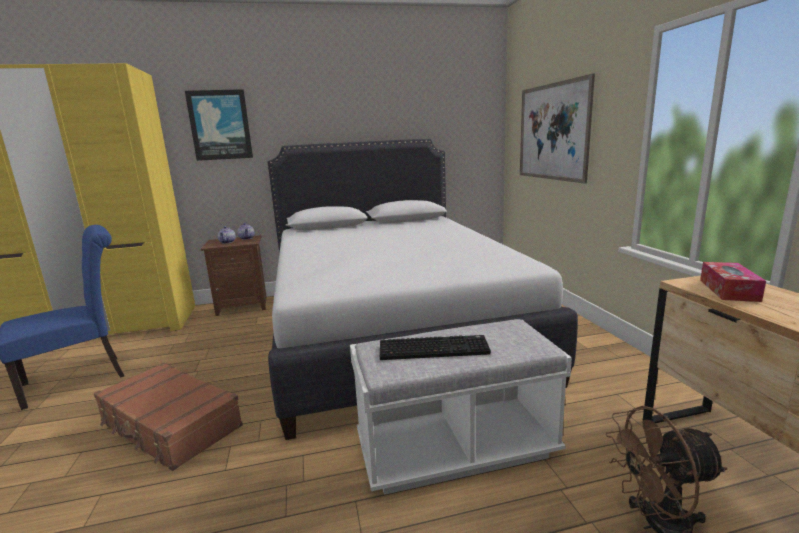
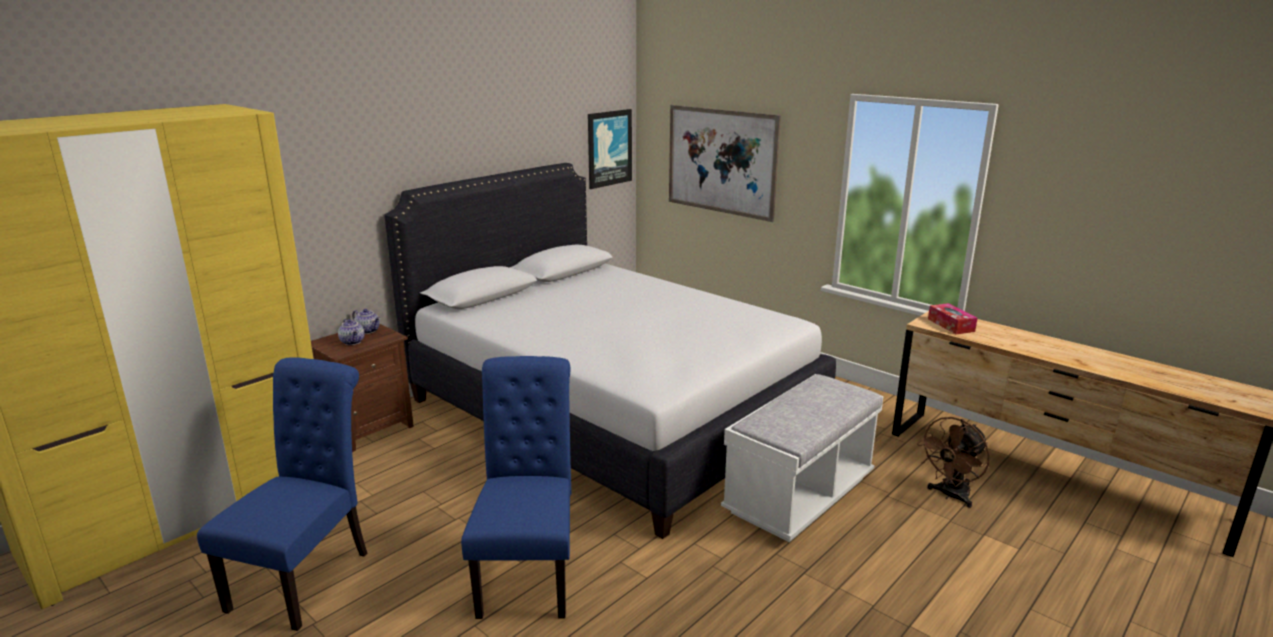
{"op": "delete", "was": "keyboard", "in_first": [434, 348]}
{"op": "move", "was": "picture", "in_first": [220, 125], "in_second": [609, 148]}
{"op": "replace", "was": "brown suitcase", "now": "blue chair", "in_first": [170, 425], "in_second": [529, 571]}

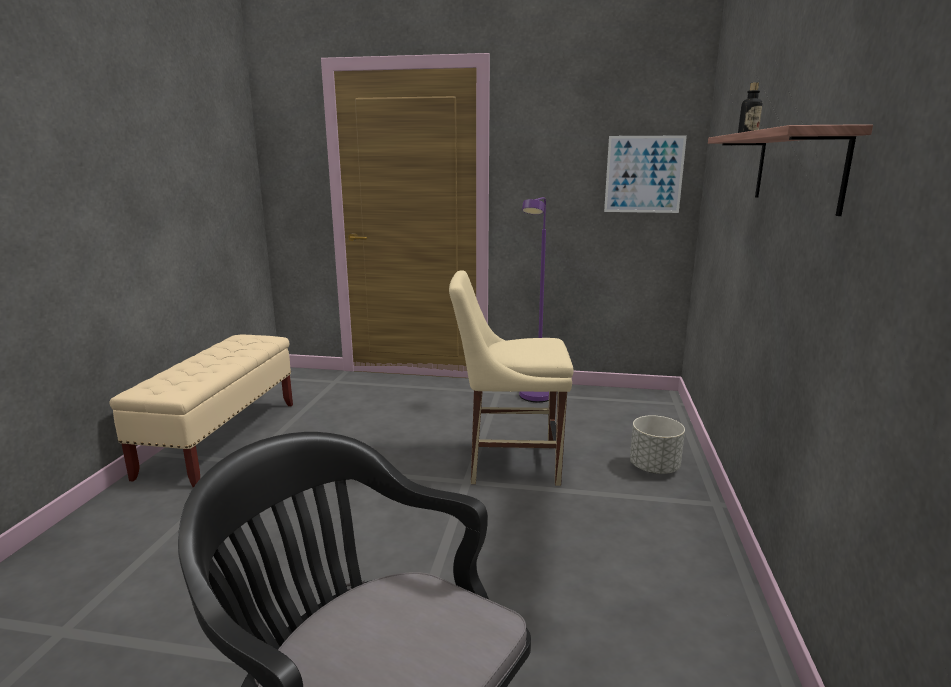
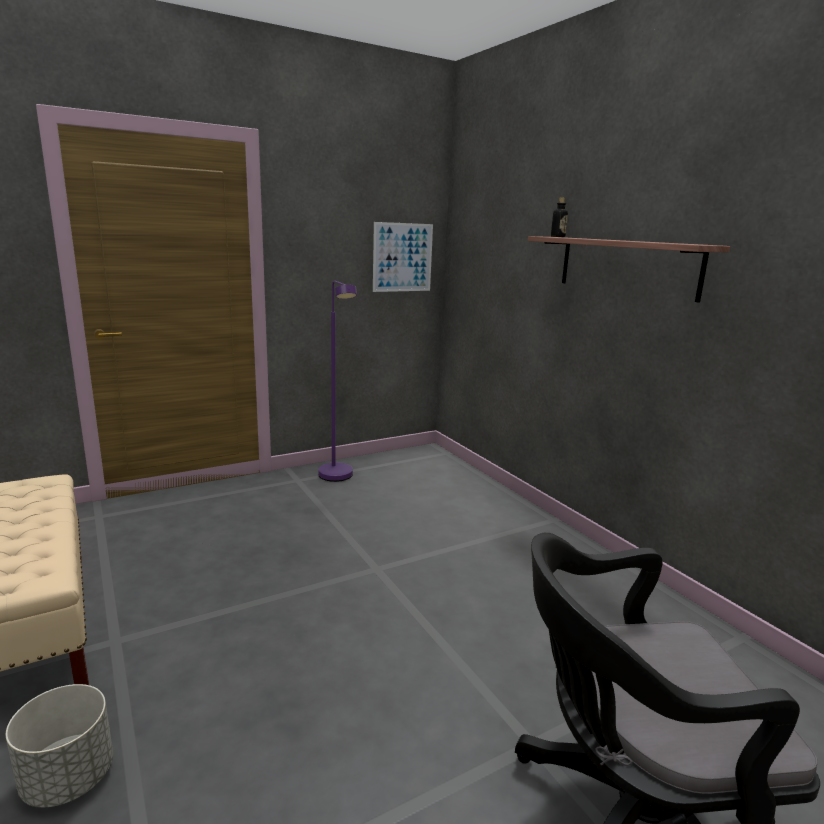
{"op": "delete", "was": "beige chair", "in_first": [508, 463]}
{"op": "move", "was": "grey planter", "in_first": [654, 468], "in_second": [67, 779]}

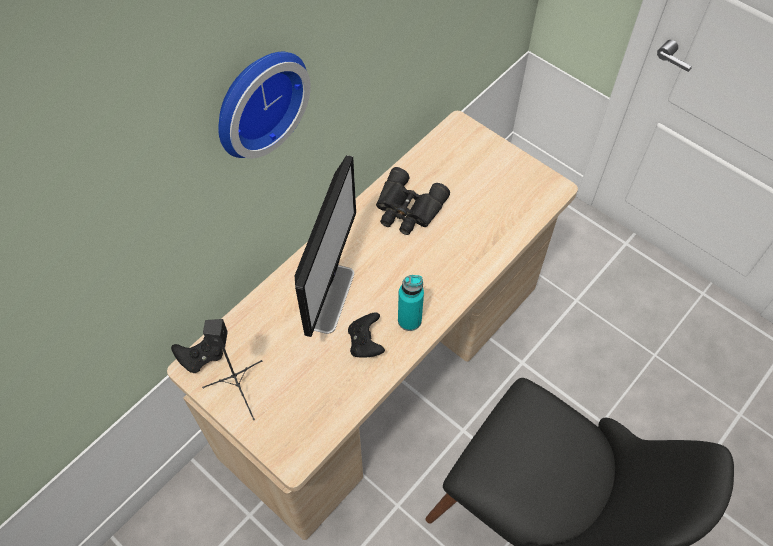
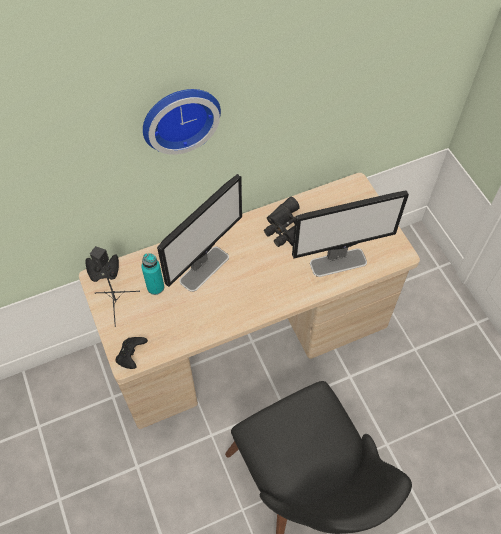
{"op": "insert", "now": "monitor", "in_second": [339, 262]}
{"op": "move", "was": "black game controller", "in_first": [366, 343], "in_second": [132, 356]}
{"op": "move", "was": "turquoise bottle", "in_first": [409, 320], "in_second": [155, 287]}

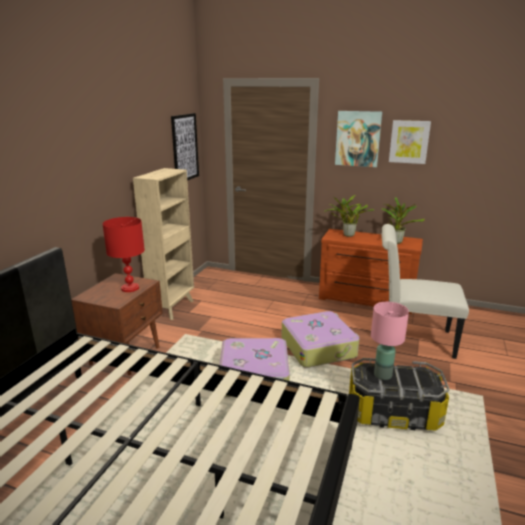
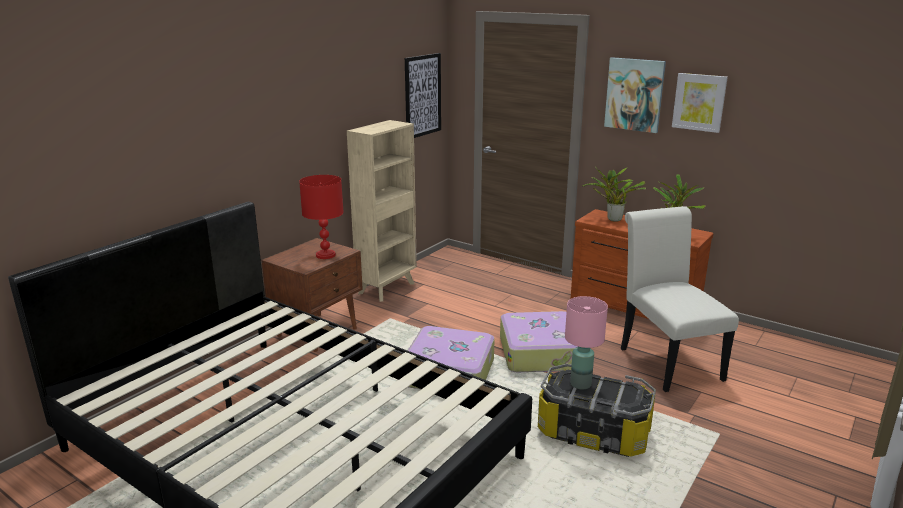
{"op": "rotate", "was": "white chair", "in_first": [411, 339], "in_second": [666, 360], "clockwise": 45}

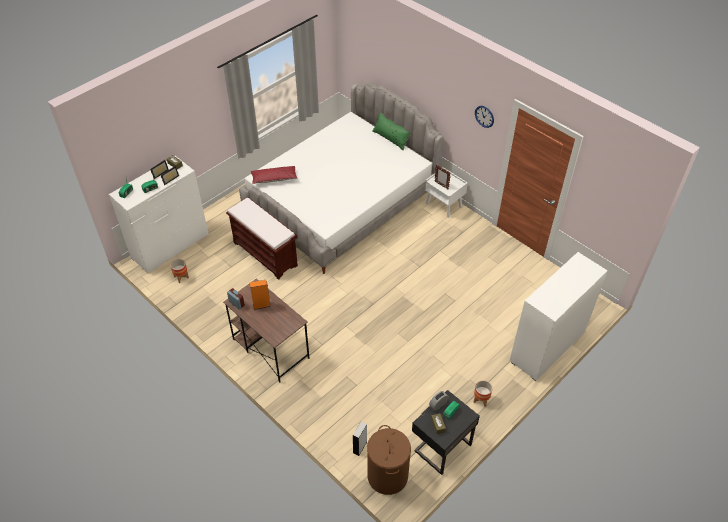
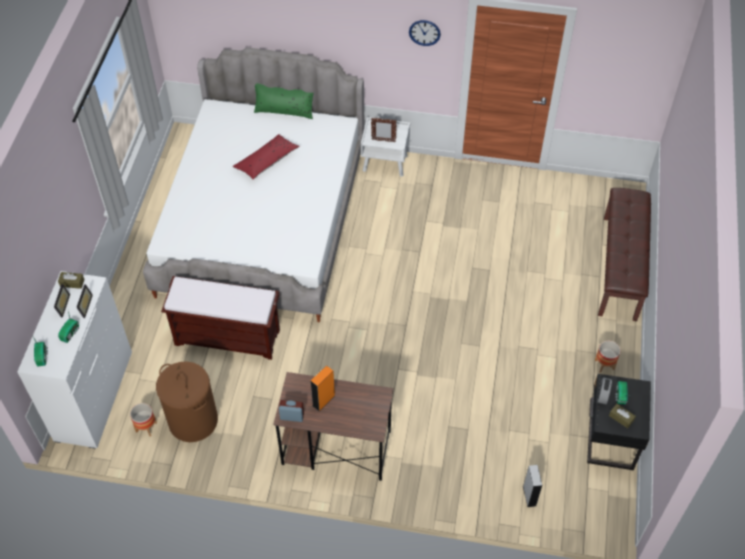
{"op": "move", "was": "red pillow", "in_first": [274, 178], "in_second": [266, 161]}
{"op": "move", "was": "brown laundry basket", "in_first": [387, 475], "in_second": [192, 420]}
{"op": "replace", "was": "white dresser", "now": "brown bench", "in_first": [547, 346], "in_second": [620, 267]}

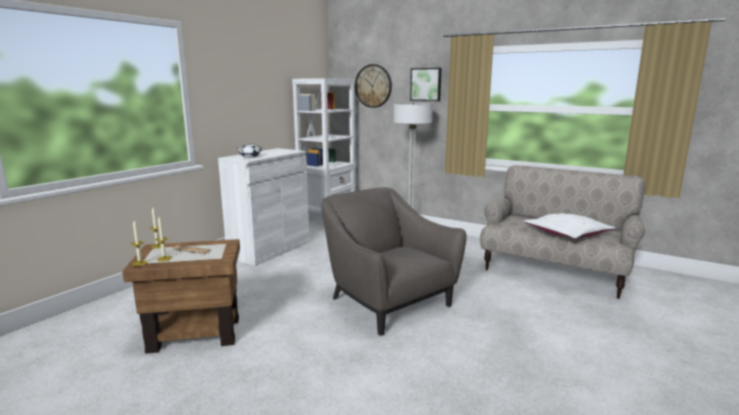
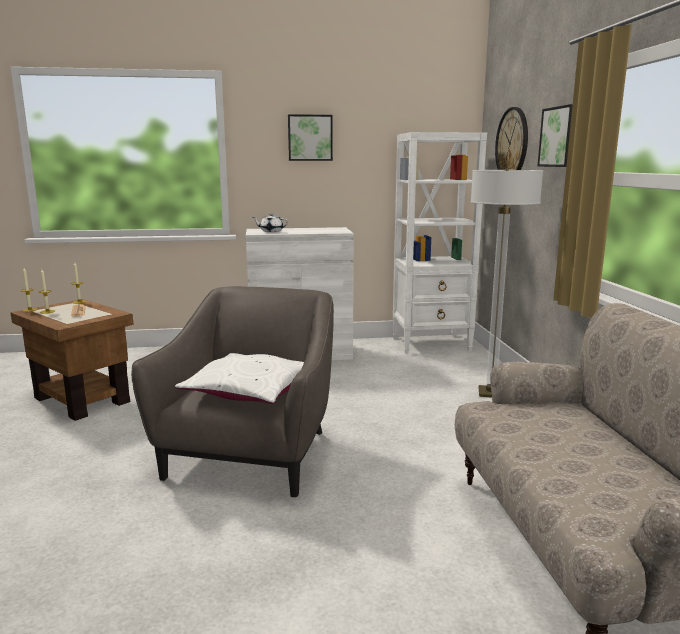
{"op": "insert", "now": "picture", "in_second": [310, 138]}
{"op": "move", "was": "white pillow", "in_first": [567, 233], "in_second": [250, 390]}

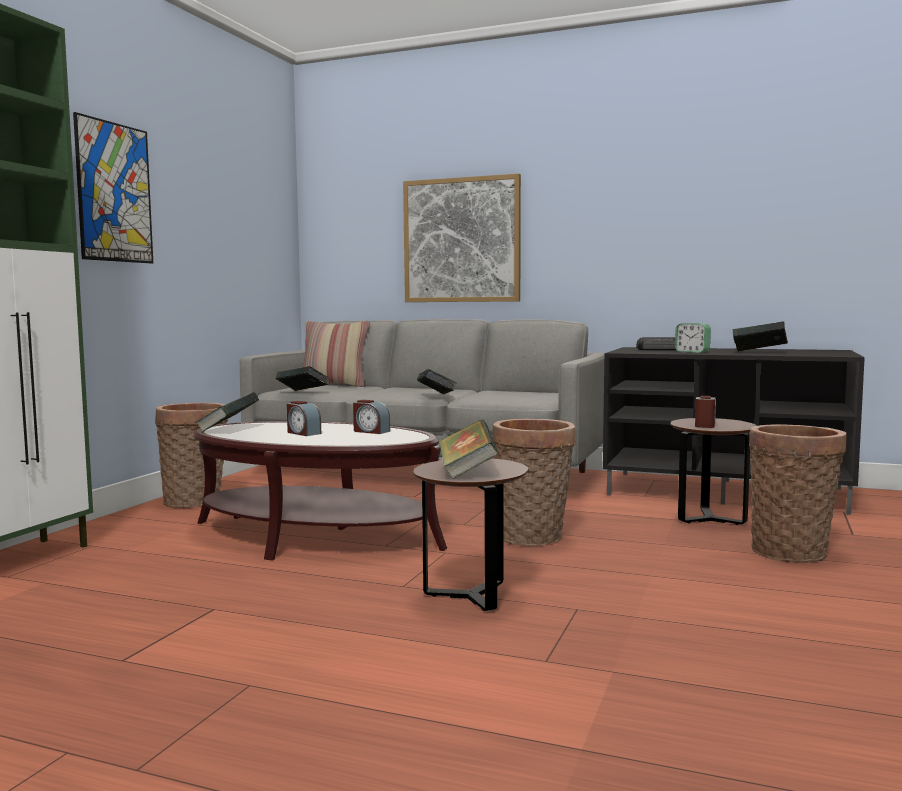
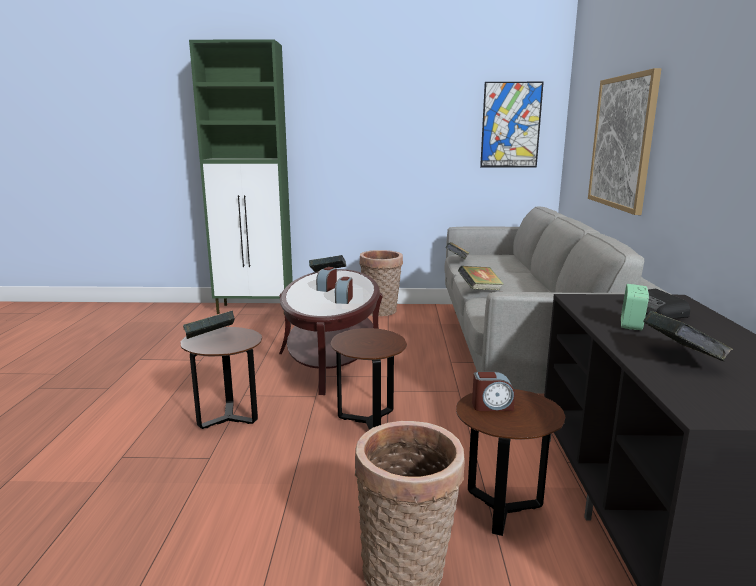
{"op": "delete", "was": "pillow", "in_first": [334, 385]}
{"op": "move", "was": "picture", "in_first": [114, 192], "in_second": [511, 125]}
{"op": "replace", "was": "basket", "now": "brown side table", "in_first": [533, 538], "in_second": [369, 421]}

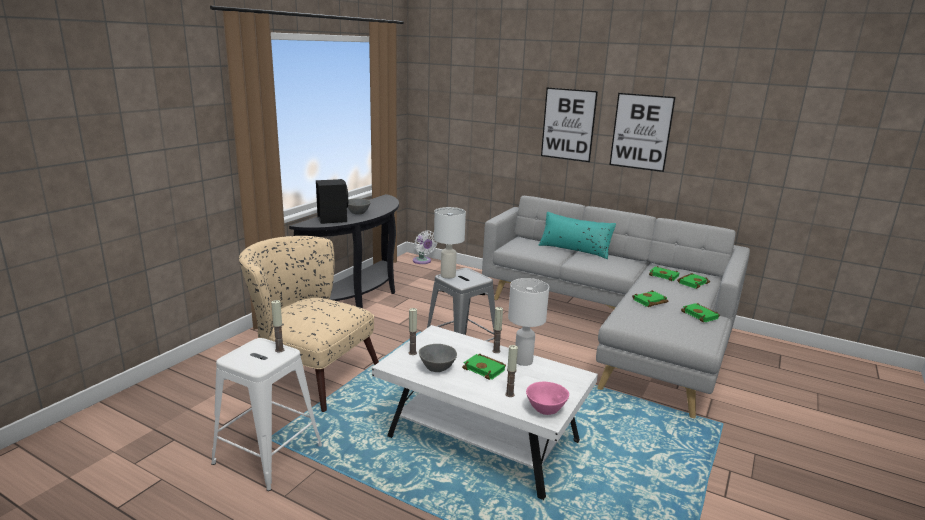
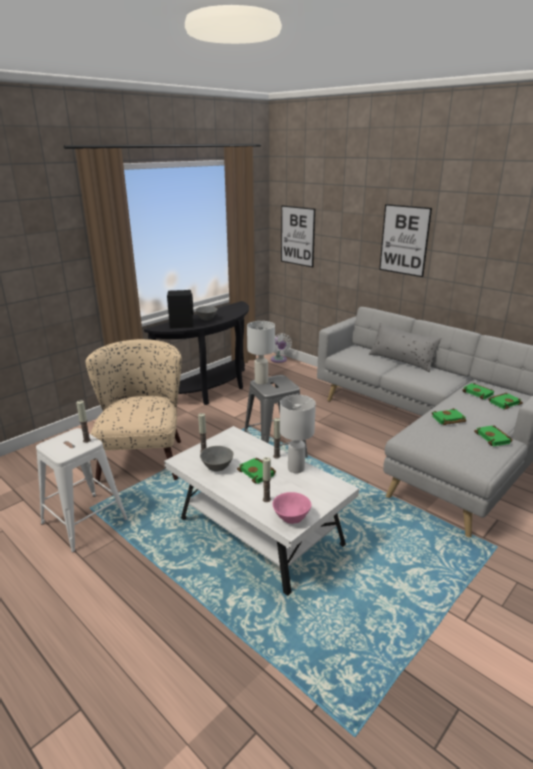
{"op": "move", "was": "picture", "in_first": [641, 132], "in_second": [297, 236]}
{"op": "recolor", "was": "turquoise pillow", "now": "grey pillow", "in_first": [574, 249], "in_second": [402, 360]}
{"op": "rotate", "was": "beige armchair", "in_first": [309, 373], "in_second": [144, 455], "clockwise": 45}

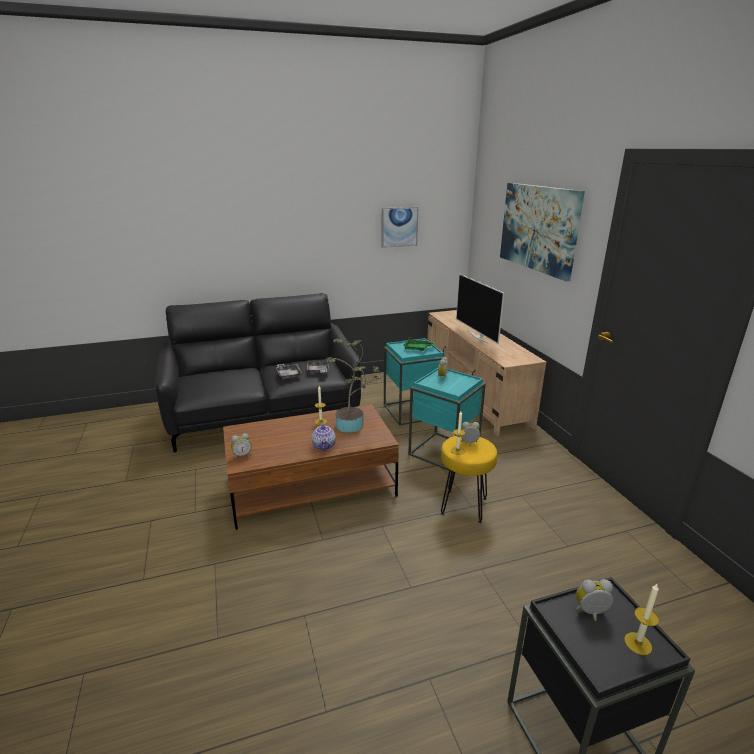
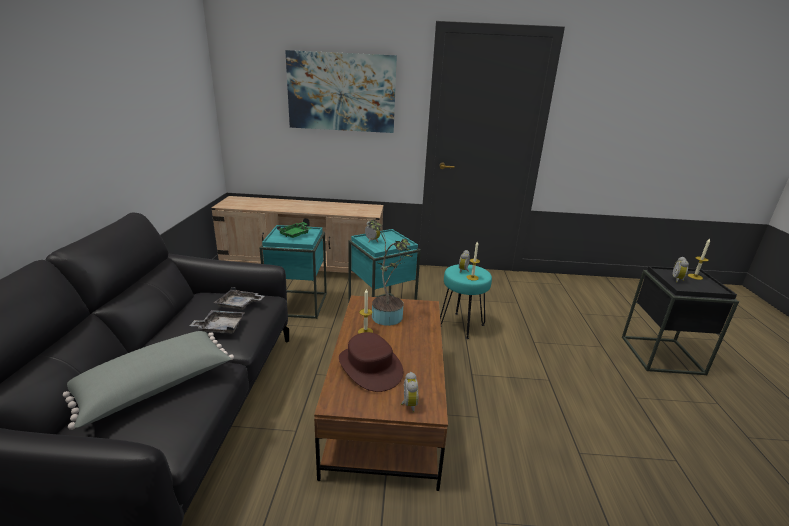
{"op": "delete", "was": "teapot", "in_first": [324, 446]}
{"op": "delete", "was": "picture", "in_first": [399, 227]}
{"op": "delete", "was": "television", "in_first": [478, 337]}
{"op": "insert", "now": "grey pillow", "in_second": [155, 389]}
{"op": "insert", "now": "brown hat", "in_second": [369, 367]}
{"op": "recolor", "was": "yellow stool", "now": "turquoise stool", "in_first": [463, 506], "in_second": [461, 326]}

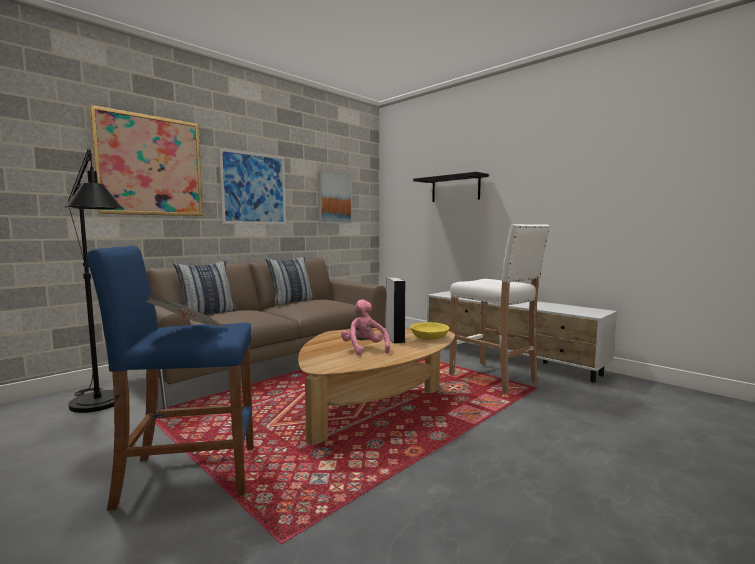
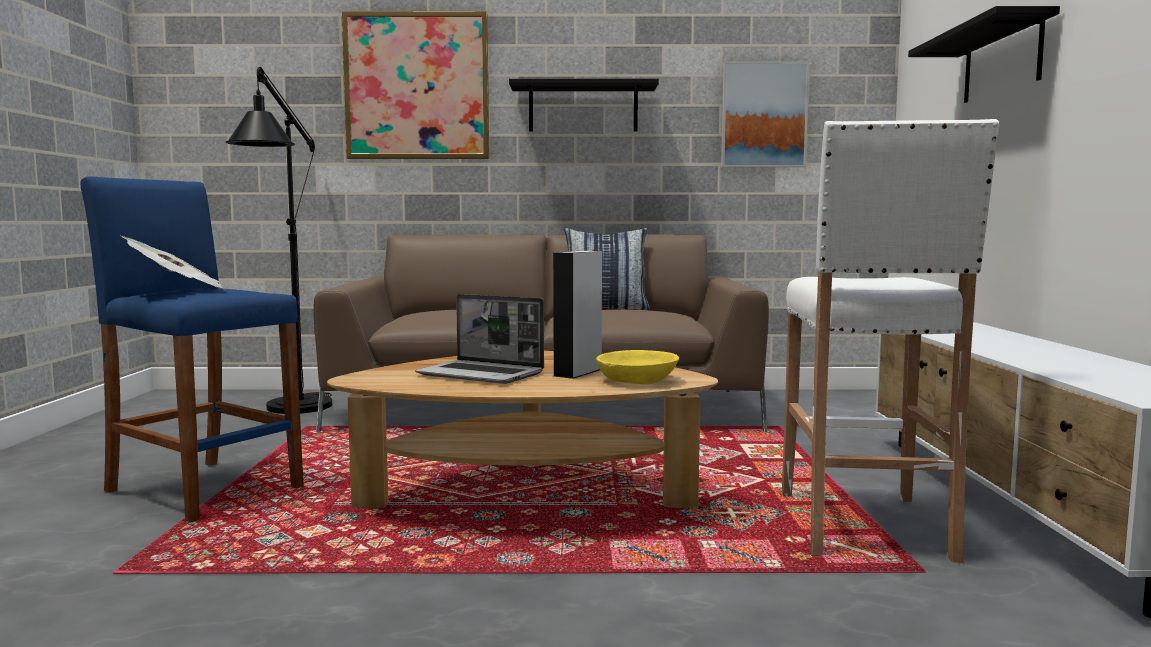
{"op": "delete", "was": "pillow", "in_first": [208, 313]}
{"op": "replace", "was": "picture", "now": "black shelf", "in_first": [254, 188], "in_second": [583, 108]}
{"op": "replace", "was": "pink plush toy", "now": "laptop", "in_first": [364, 349], "in_second": [482, 374]}

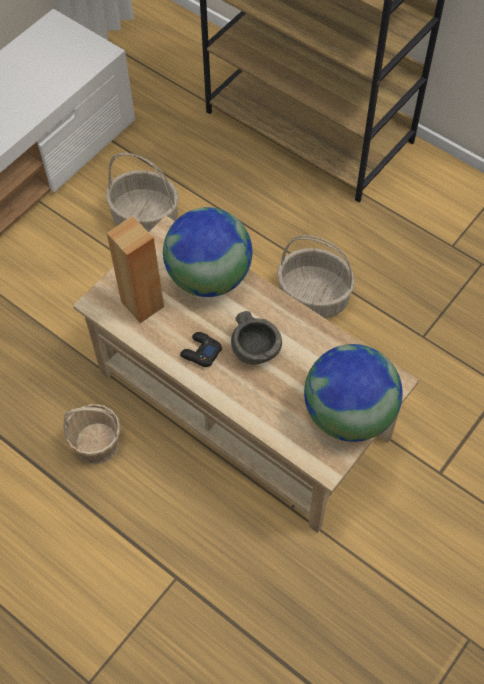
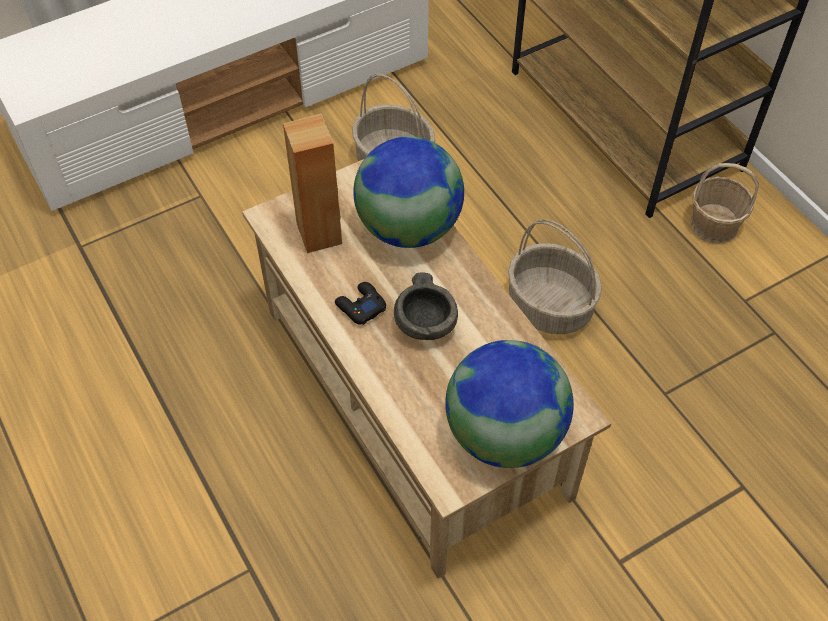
{"op": "move", "was": "basket", "in_first": [96, 443], "in_second": [713, 224]}

